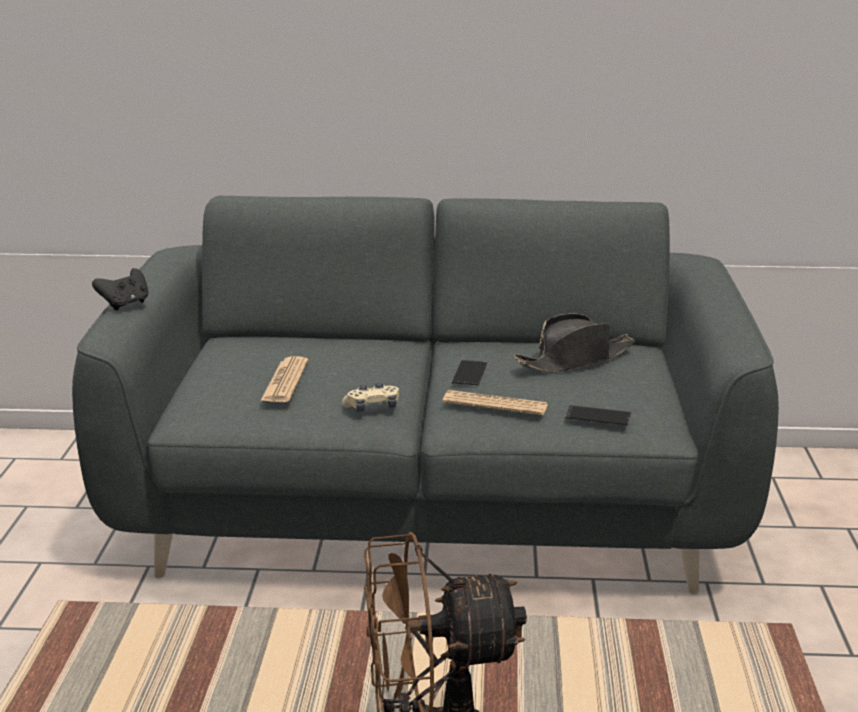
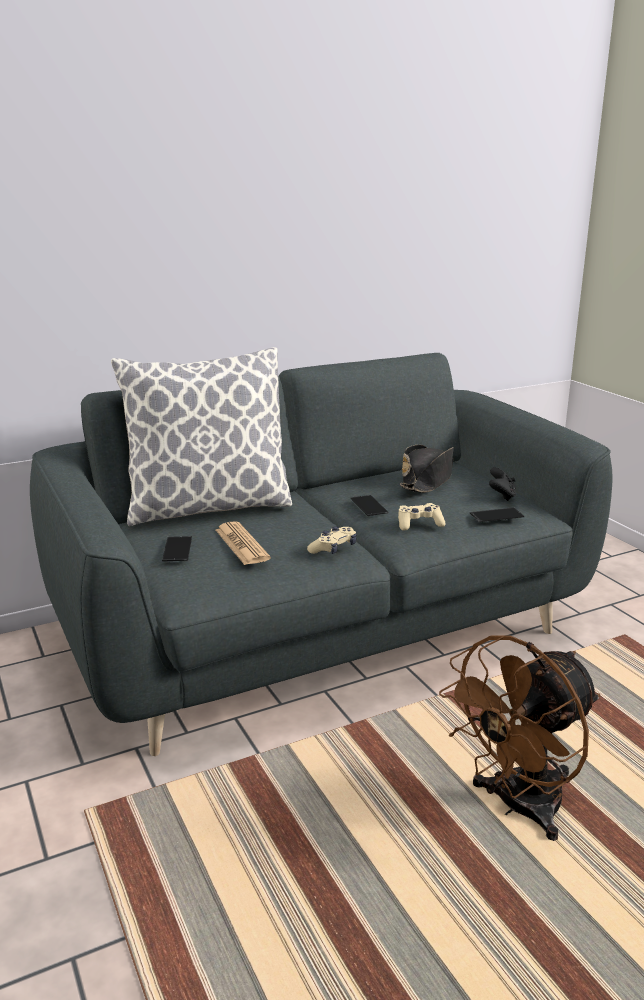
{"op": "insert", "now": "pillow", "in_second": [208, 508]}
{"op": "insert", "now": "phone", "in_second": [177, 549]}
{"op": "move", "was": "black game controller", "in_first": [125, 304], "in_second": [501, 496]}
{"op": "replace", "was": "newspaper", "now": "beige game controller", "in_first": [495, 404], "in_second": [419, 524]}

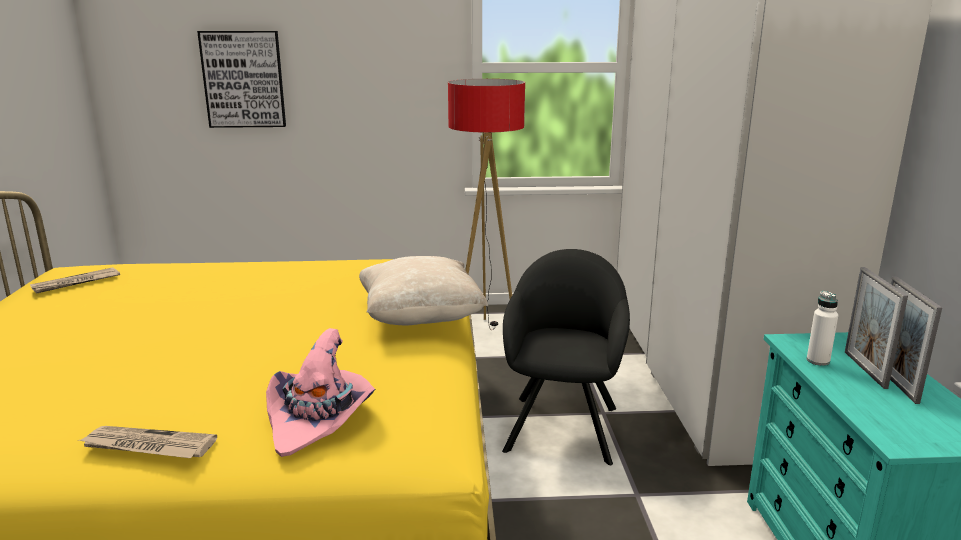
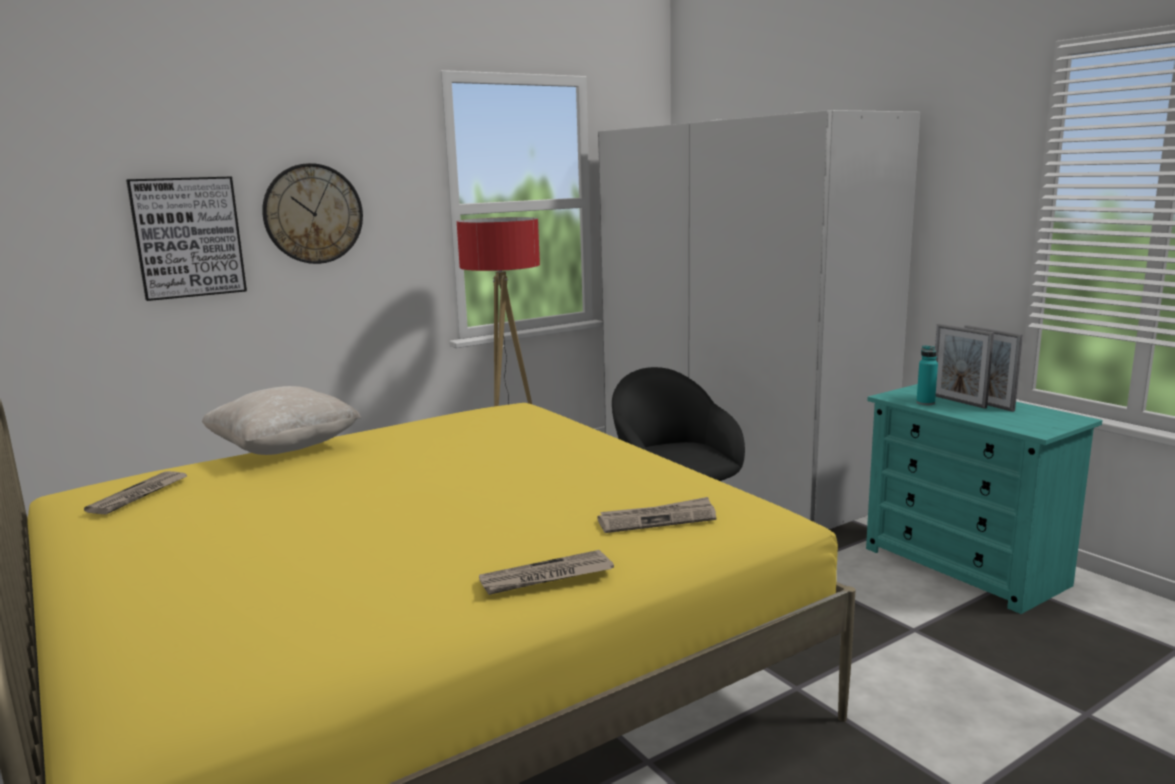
{"op": "insert", "now": "wall clock", "in_second": [313, 214]}
{"op": "move", "was": "beige pillow", "in_first": [420, 318], "in_second": [284, 450]}
{"op": "replace", "was": "pink hat", "now": "newspaper", "in_first": [319, 418], "in_second": [657, 519]}
{"op": "recolor", "was": "white bottle", "now": "turquoise bottle", "in_first": [818, 361], "in_second": [925, 403]}

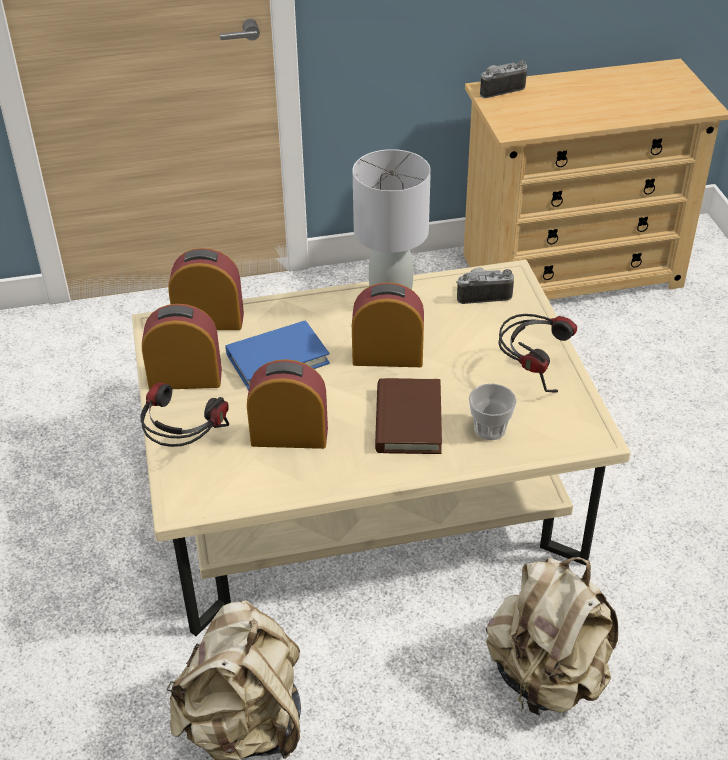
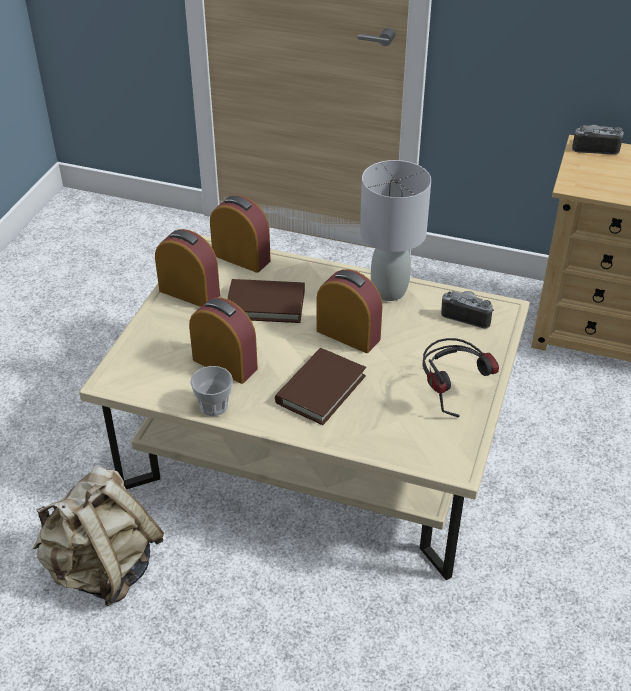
{"op": "delete", "was": "headphones", "in_first": [184, 446]}
{"op": "delete", "was": "beige backpack", "in_first": [547, 676]}
{"op": "move", "was": "cup", "in_first": [490, 429], "in_second": [214, 406]}
{"op": "recolor", "was": "blue book", "now": "brown book", "in_first": [277, 359], "in_second": [265, 304]}

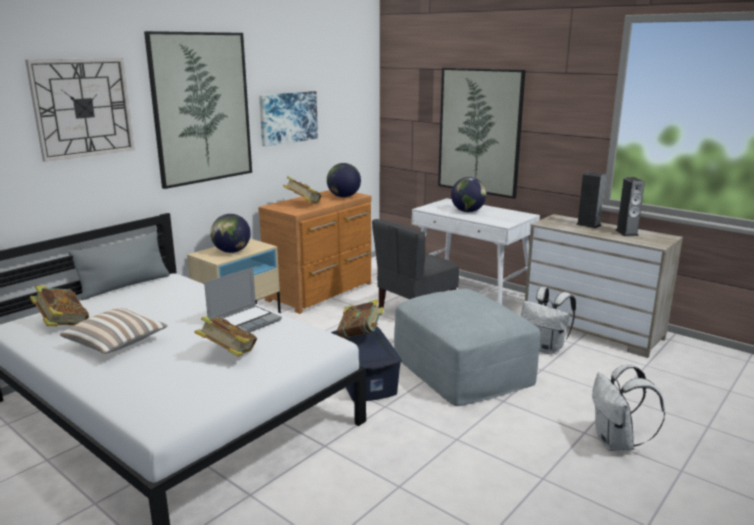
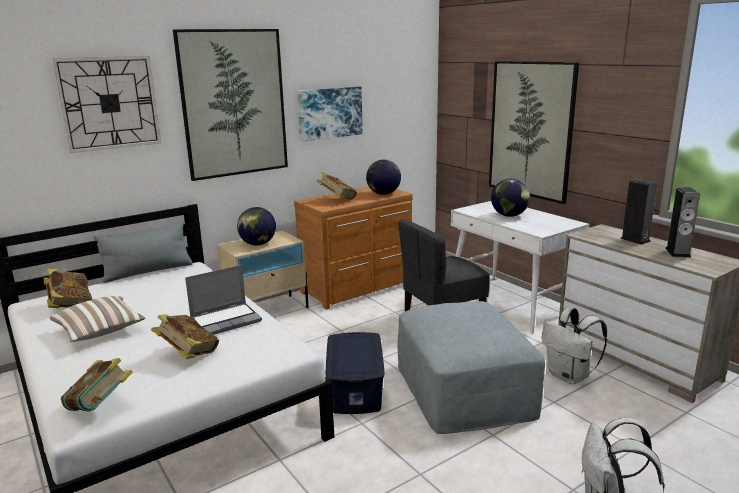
{"op": "move", "was": "book", "in_first": [360, 335], "in_second": [101, 407]}

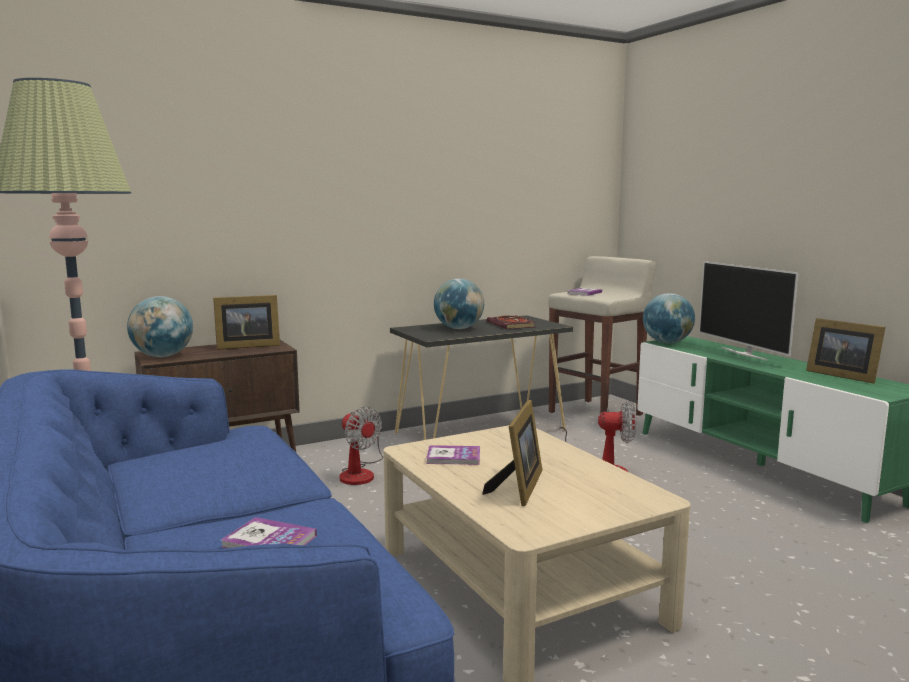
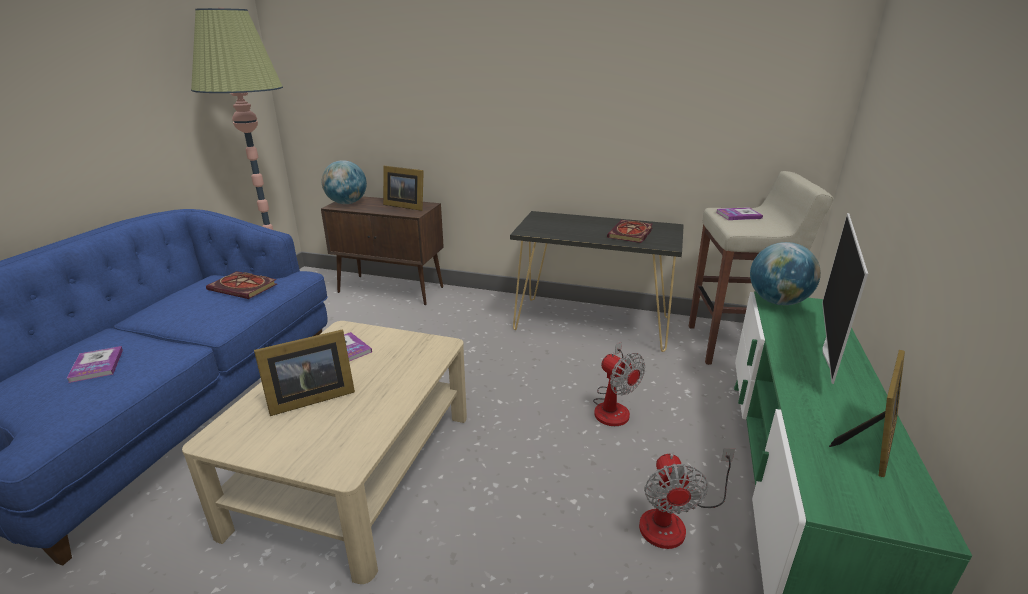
{"op": "delete", "was": "globe", "in_first": [459, 328]}
{"op": "insert", "now": "book", "in_second": [245, 287]}
{"op": "move", "was": "fan", "in_first": [360, 473], "in_second": [673, 521]}
{"op": "rotate", "was": "picture frame", "in_first": [840, 375], "in_second": [871, 443], "clockwise": -150}

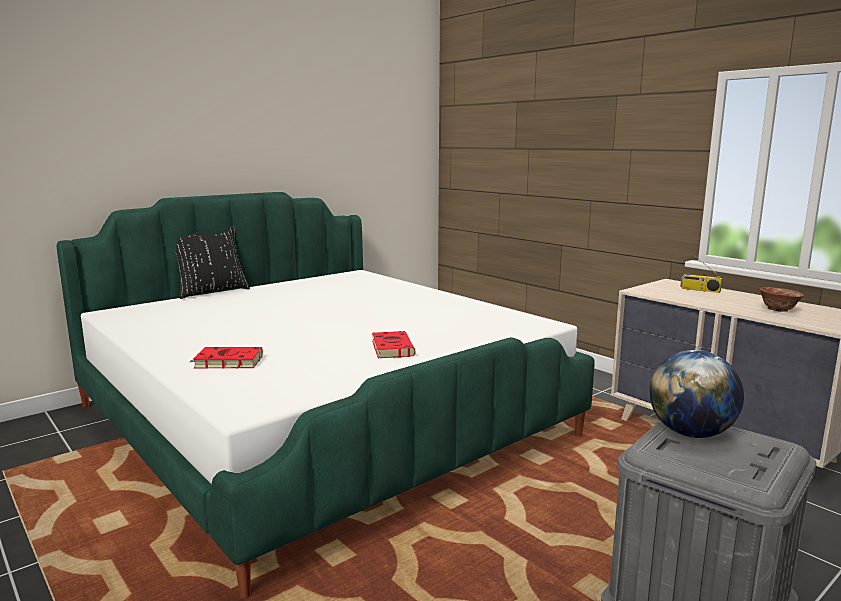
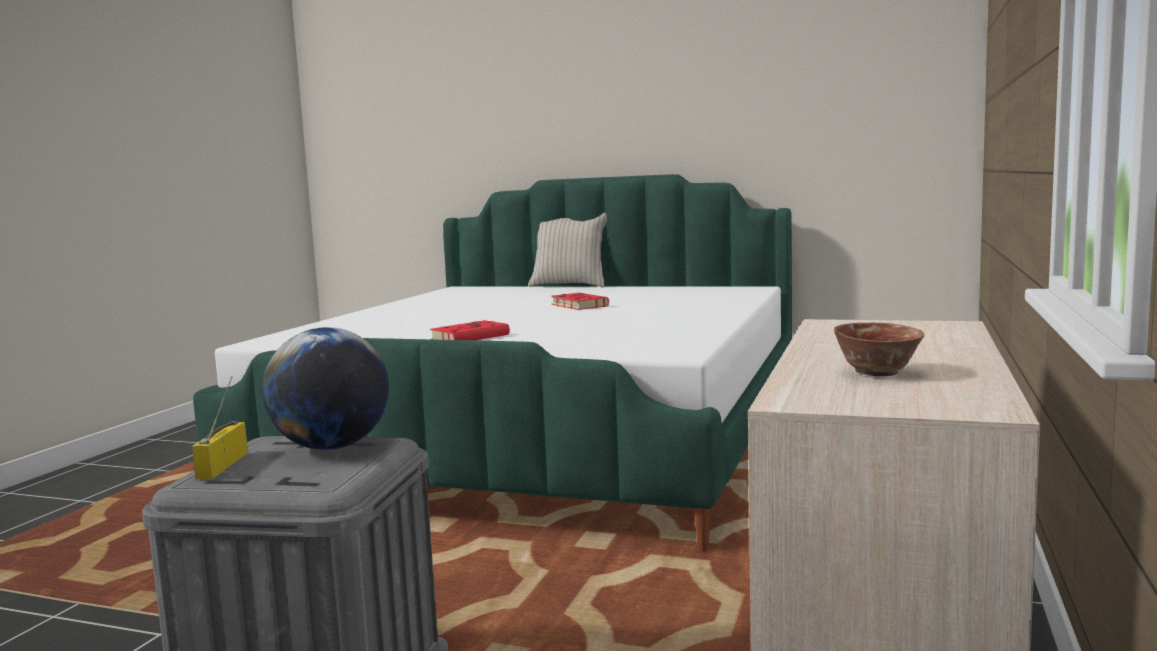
{"op": "move", "was": "red book", "in_first": [227, 362], "in_second": [578, 305]}
{"op": "move", "was": "radio", "in_first": [700, 290], "in_second": [222, 465]}
{"op": "recolor", "was": "black pillow", "now": "beige pillow", "in_first": [211, 292], "in_second": [570, 285]}

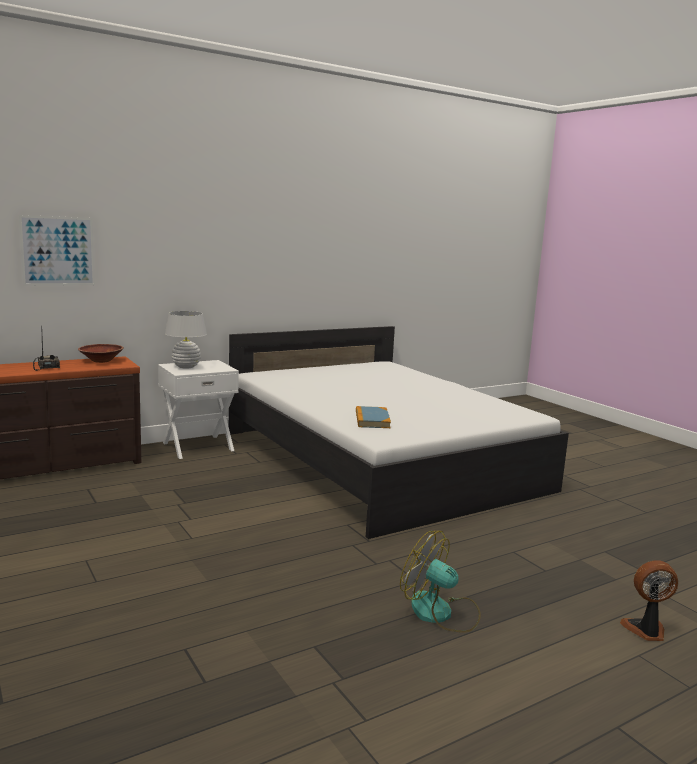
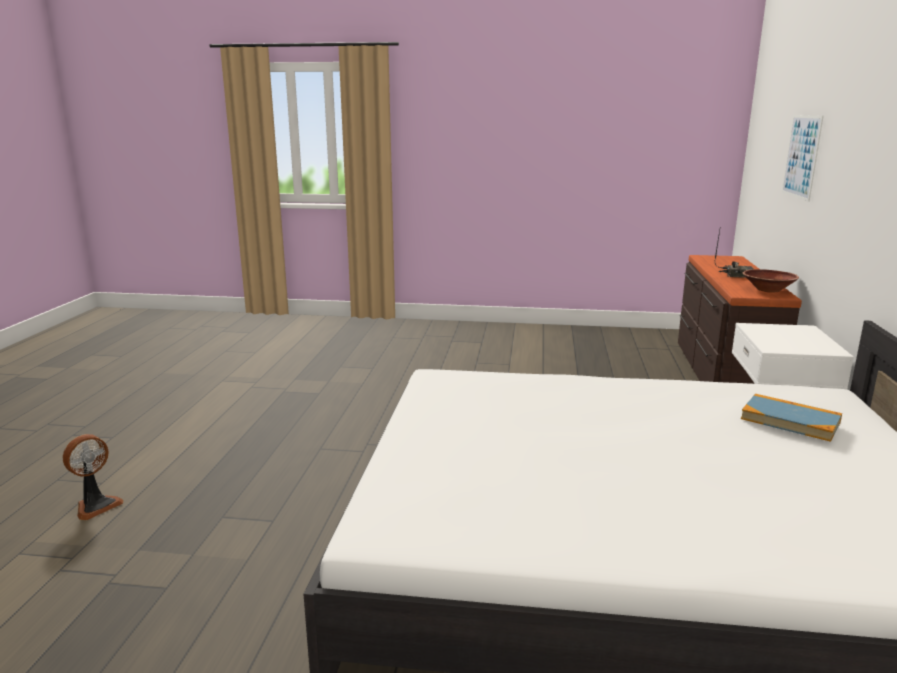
{"op": "delete", "was": "white table lamp", "in_first": [186, 367]}
{"op": "delete", "was": "fan", "in_first": [440, 613]}
{"op": "move", "was": "book", "in_first": [372, 420], "in_second": [790, 420]}

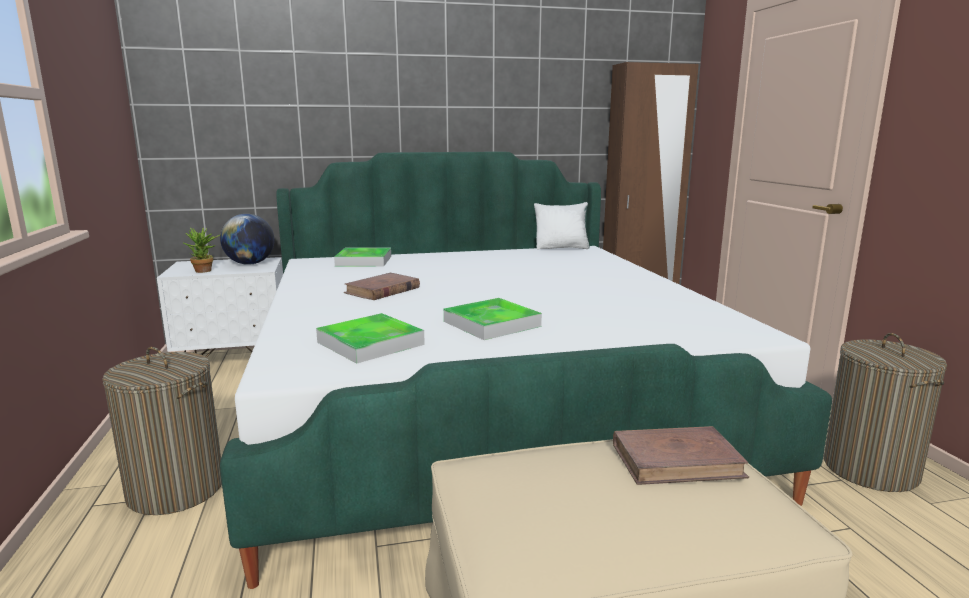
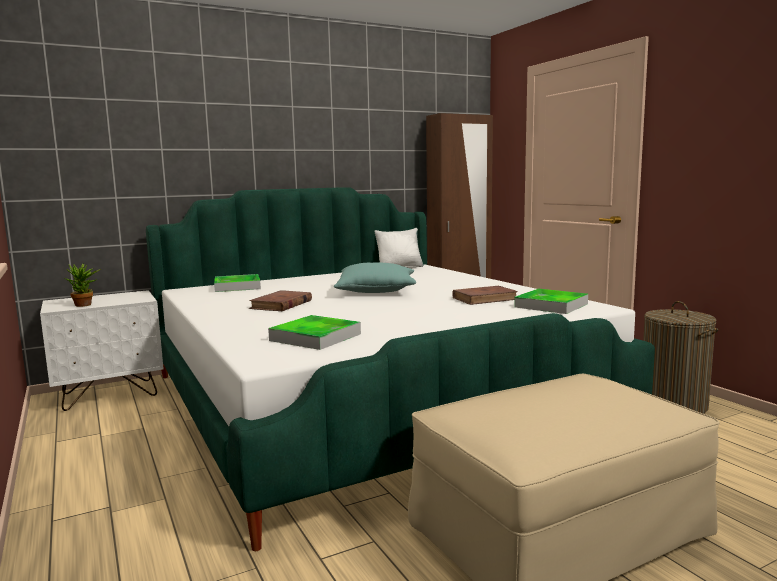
{"op": "delete", "was": "laundry basket", "in_first": [176, 489]}
{"op": "delete", "was": "globe", "in_first": [250, 264]}
{"op": "insert", "now": "turquoise pillow", "in_second": [376, 291]}
{"op": "move", "was": "tray", "in_first": [491, 324], "in_second": [551, 305]}
{"op": "move", "was": "brown book", "in_first": [677, 461], "in_second": [485, 299]}

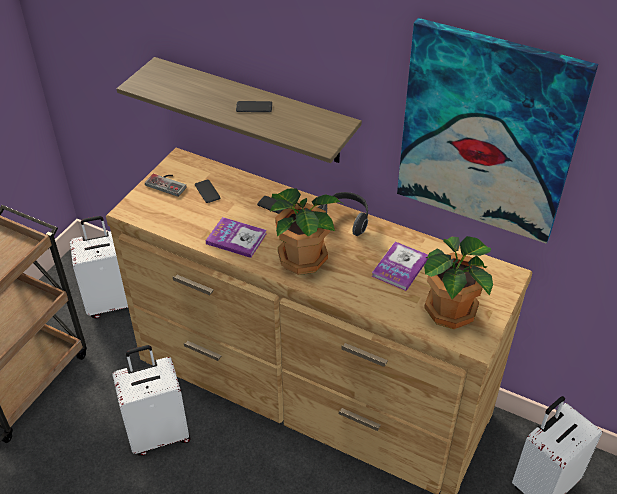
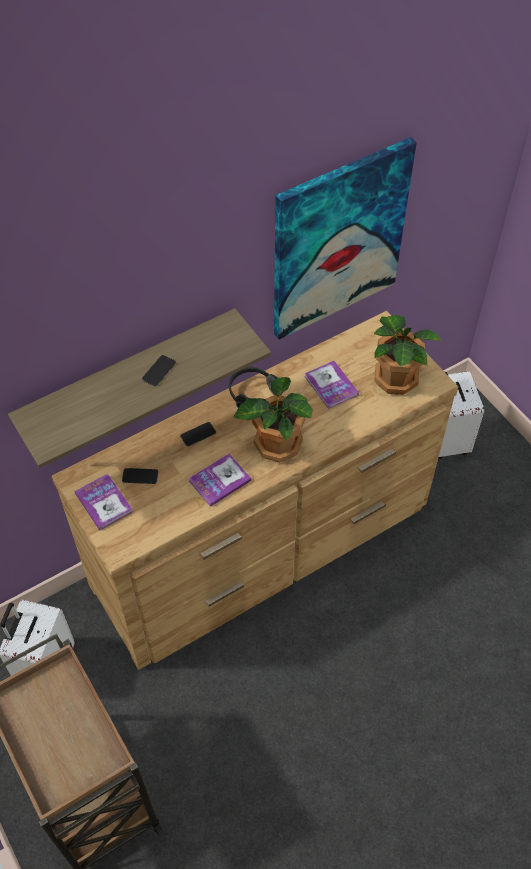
{"op": "delete", "was": "white suitcase", "in_first": [159, 433]}
{"op": "replace", "was": "game controller", "now": "book", "in_first": [168, 183], "in_second": [104, 502]}

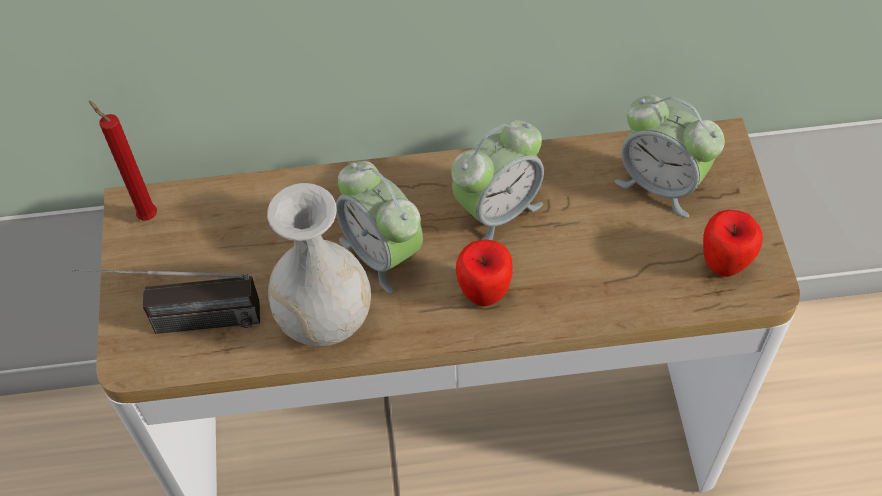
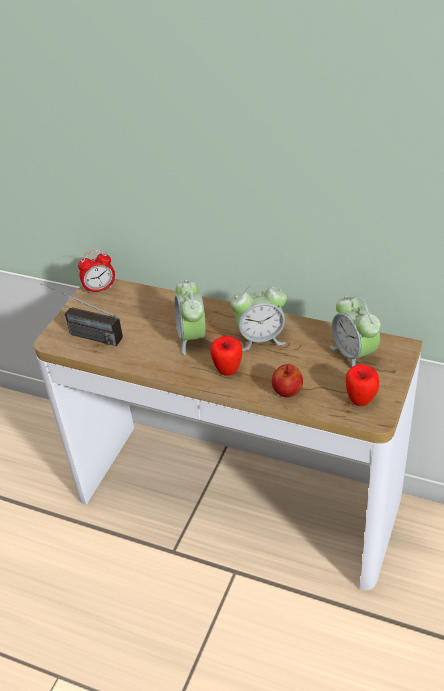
{"op": "delete", "was": "white vase", "in_first": [325, 318]}
{"op": "insert", "now": "apple", "in_second": [287, 392]}
{"op": "replace", "was": "red candle", "now": "alarm clock", "in_first": [146, 215], "in_second": [100, 289]}

